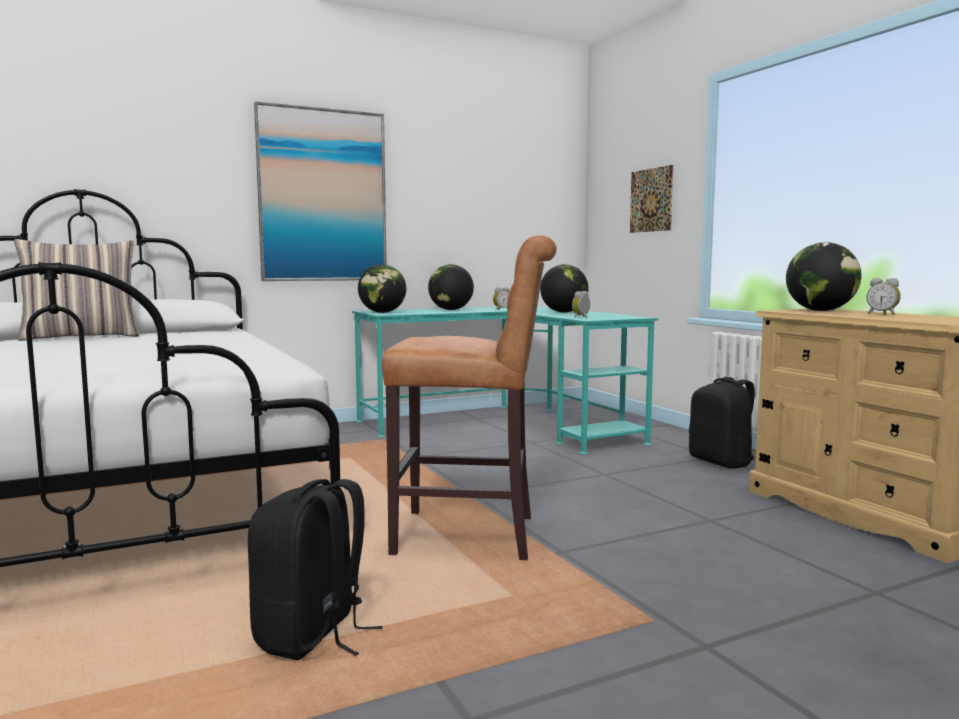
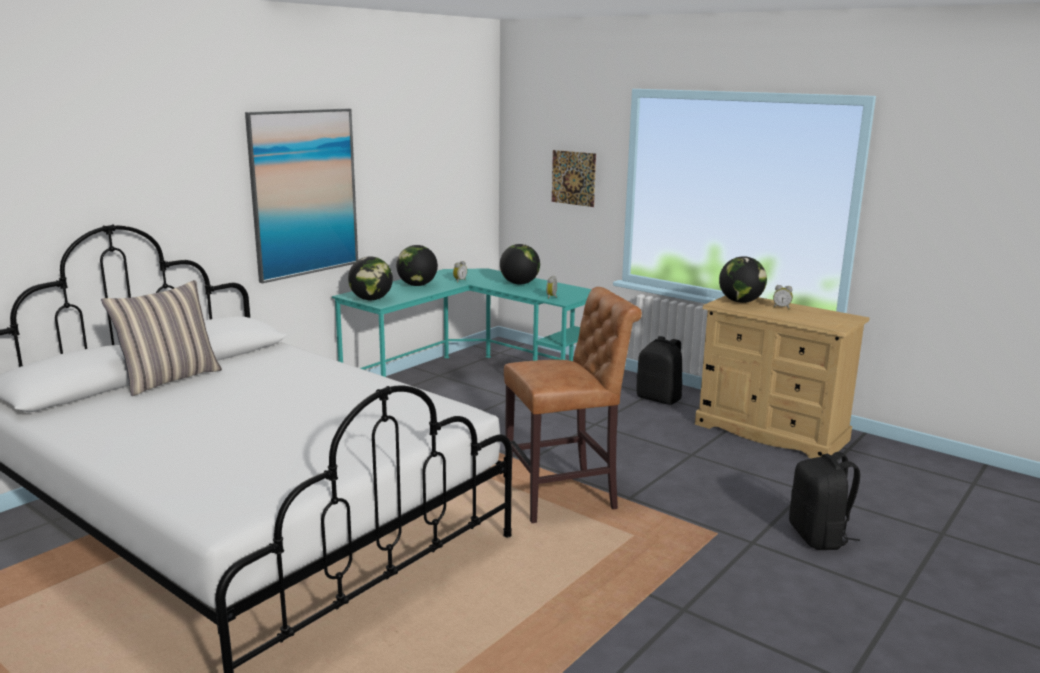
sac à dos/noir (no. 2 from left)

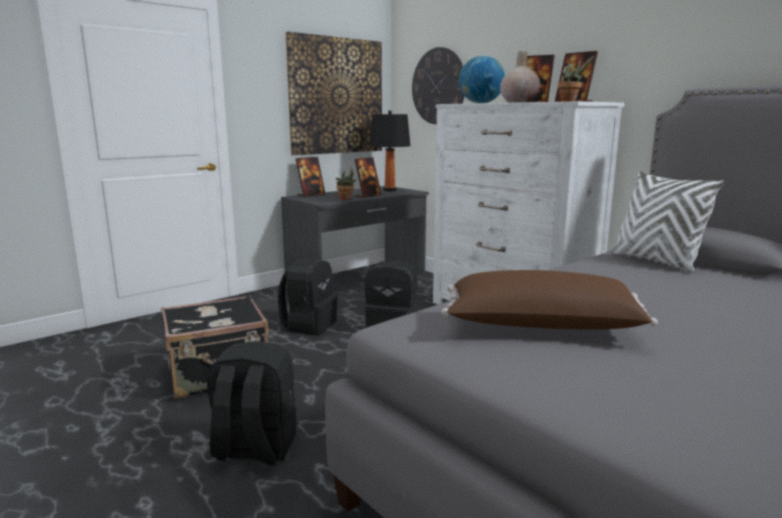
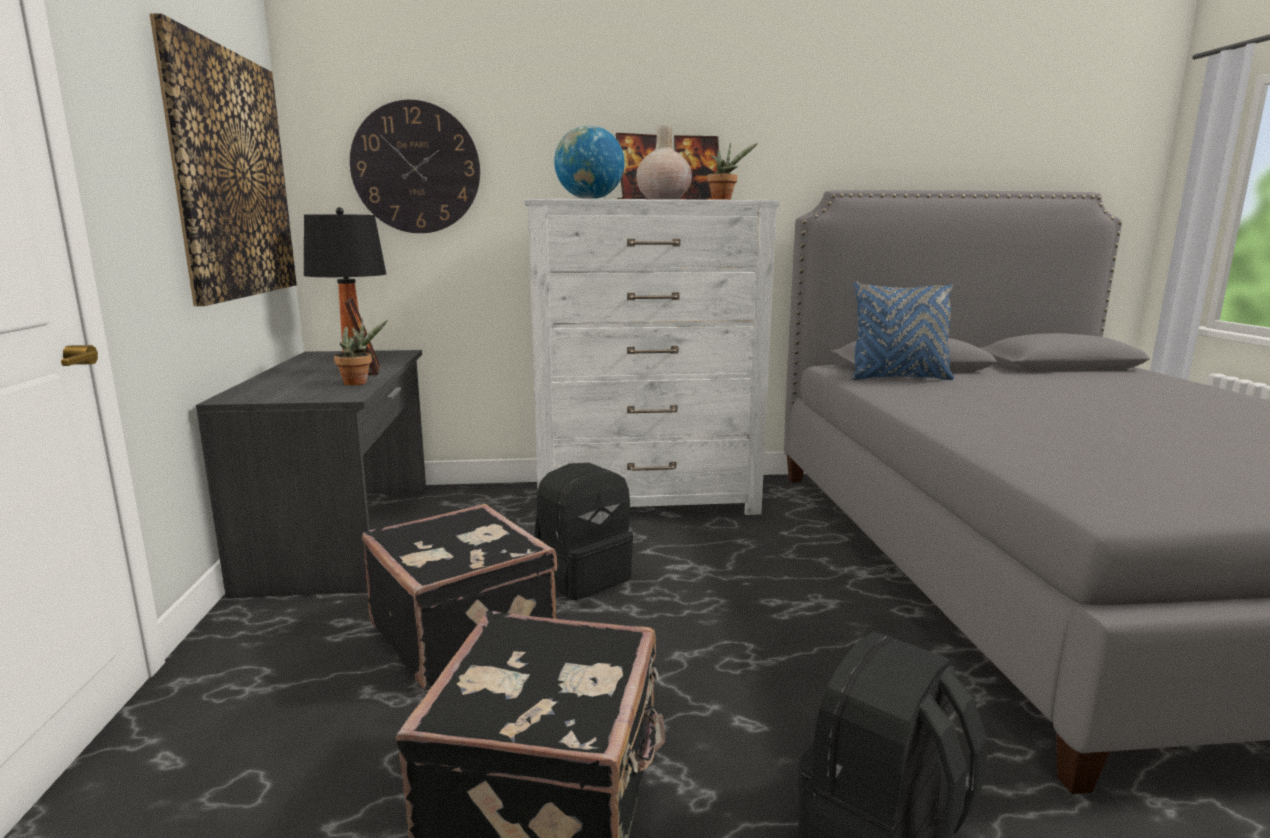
cadre photo (no. 1 from left in the first image)
coussin/bleu
valise/noir (no. 1 from left)
coussin/marron

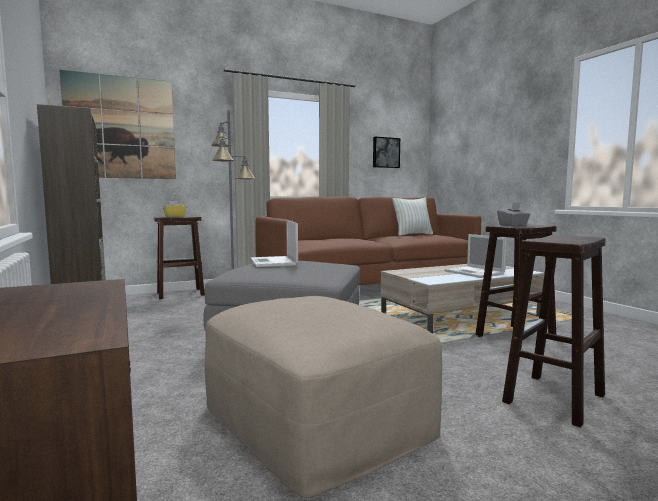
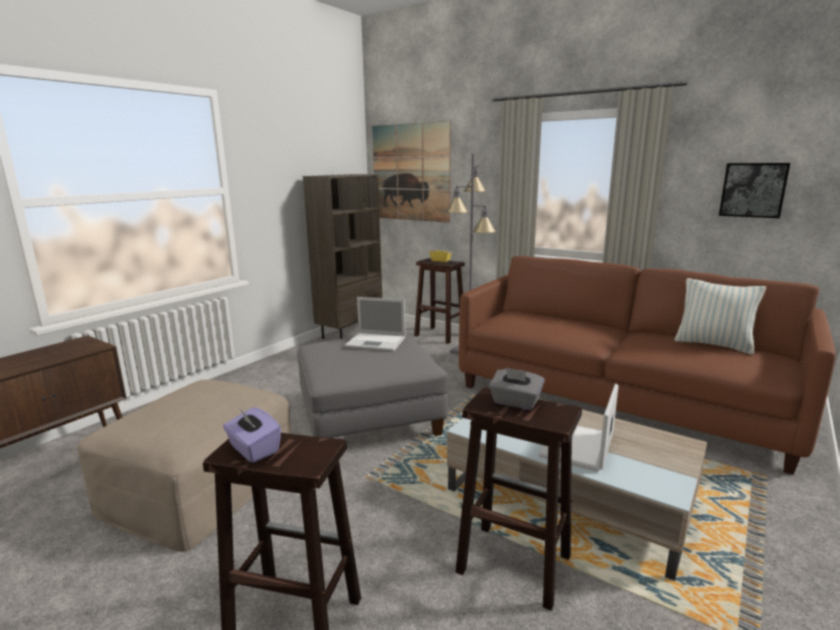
ordinateur portable (no. 1 from left)
boîte à mouchoirs/violet

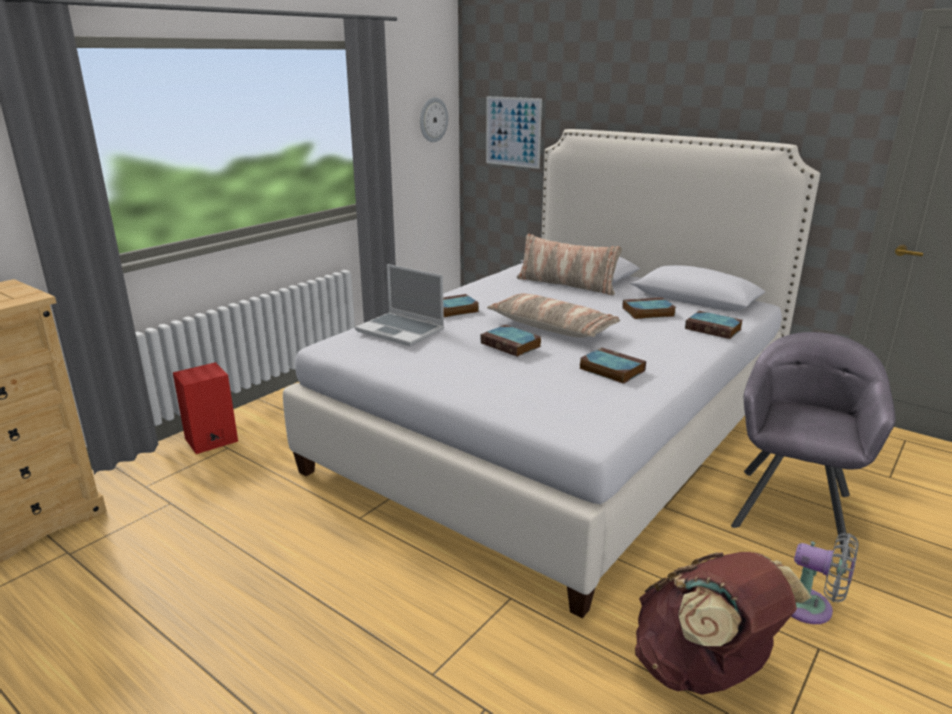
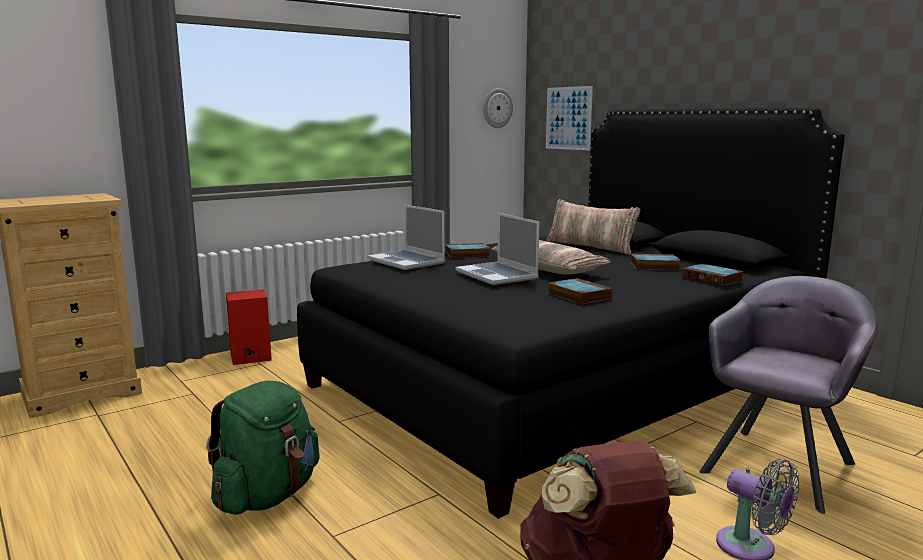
lit/noir
ordinateur portable (no. 2 from left)
sac à dos/vert

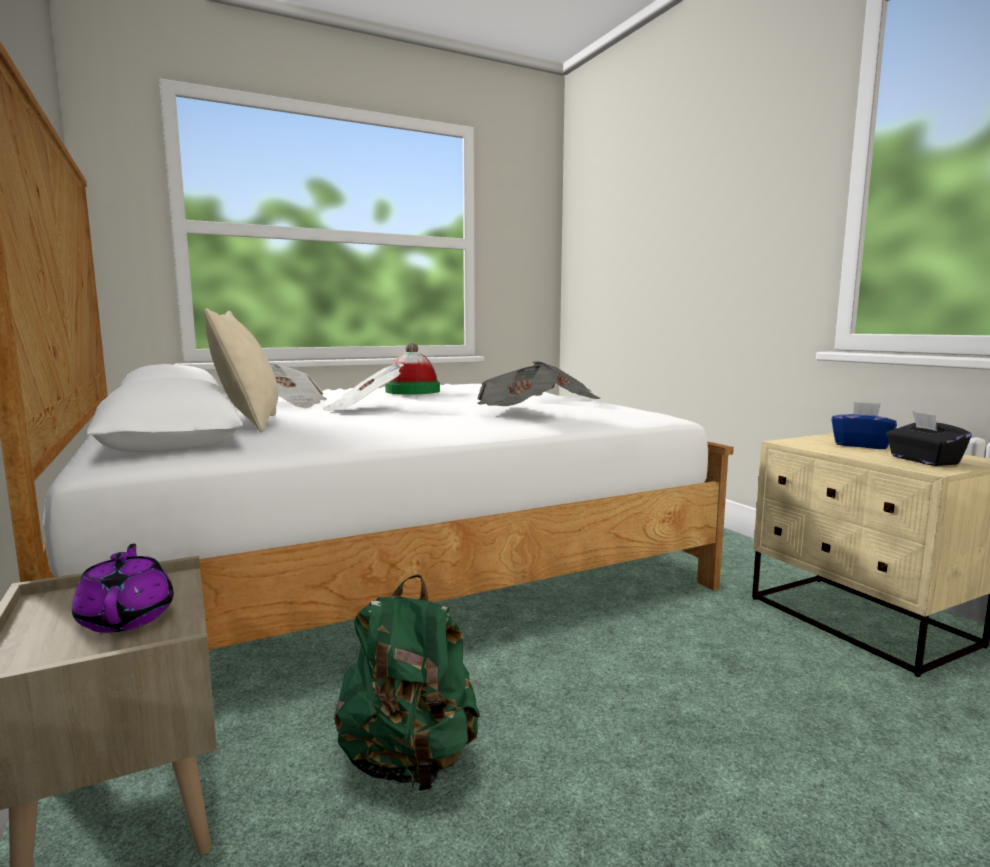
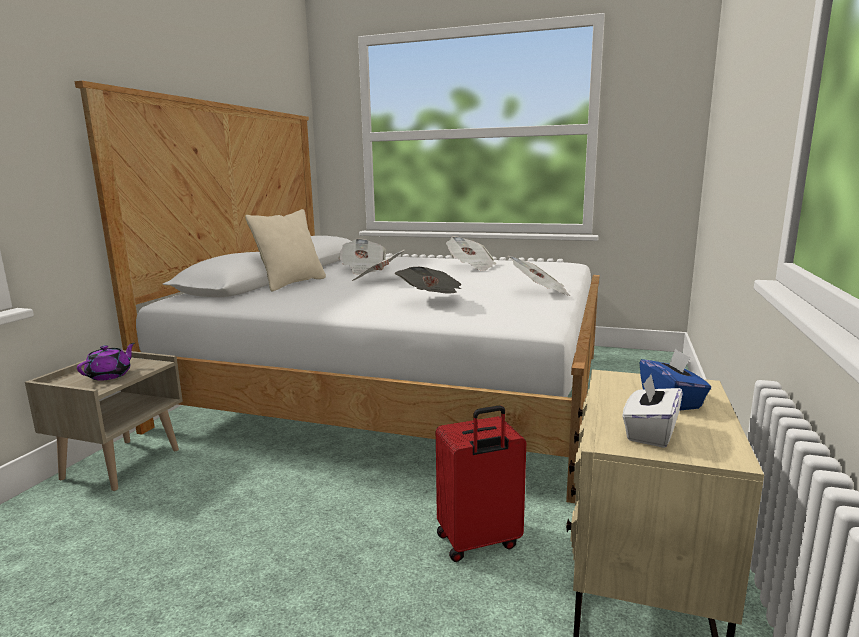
journal (no. 4 from left)
boîte à mouchoirs/blanc
sac à dos/vert
valise/rouge

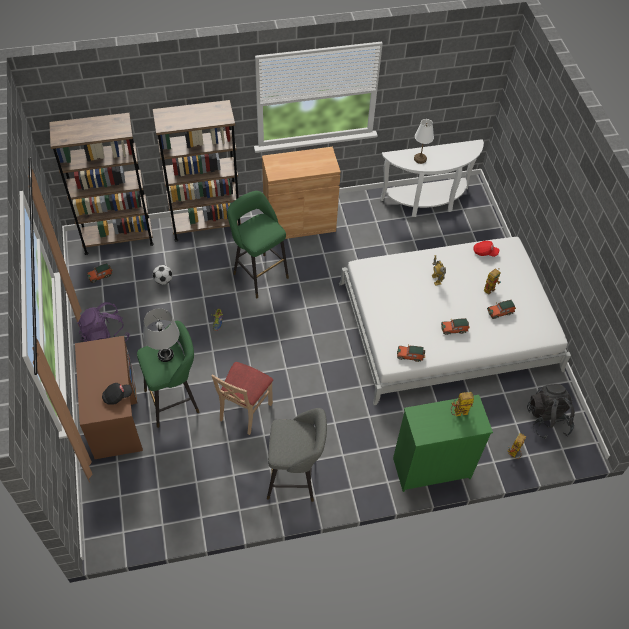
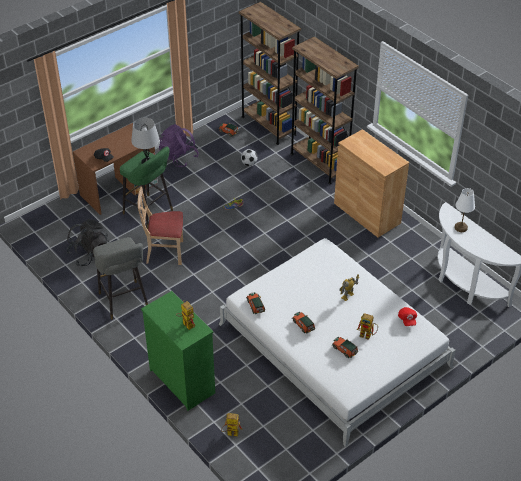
tabouret/vert (no. 2 from left in the first image)
sac à dos/noir

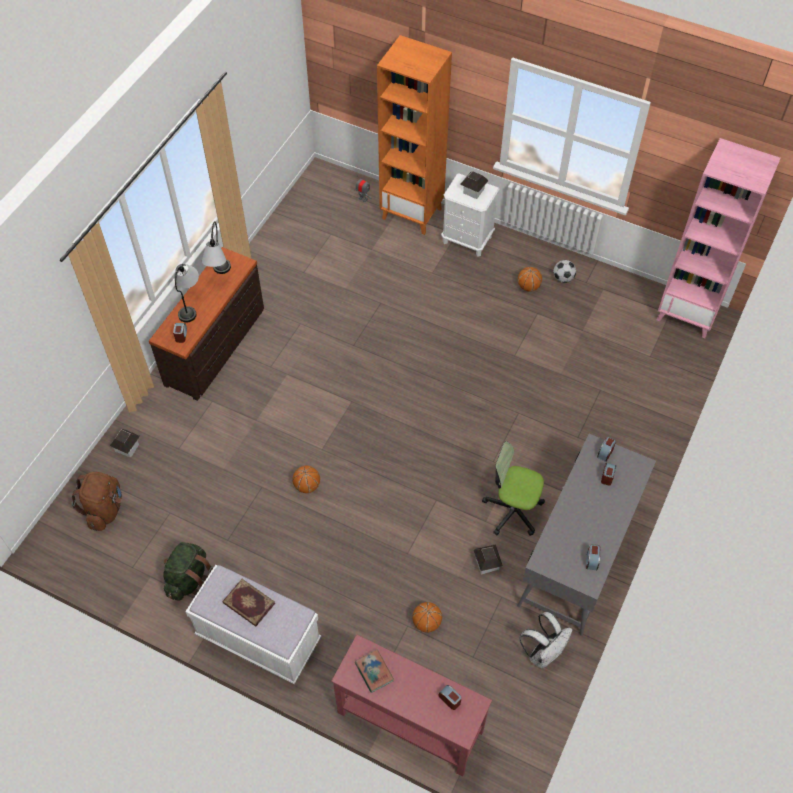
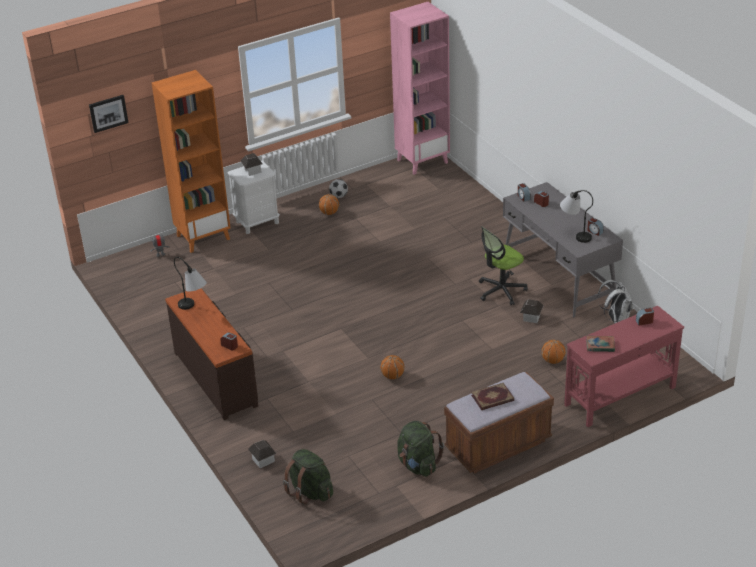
lampe de table (no. 2 from left)
sac à dos/vert (no. 1 from left)
banc/marron
tableau

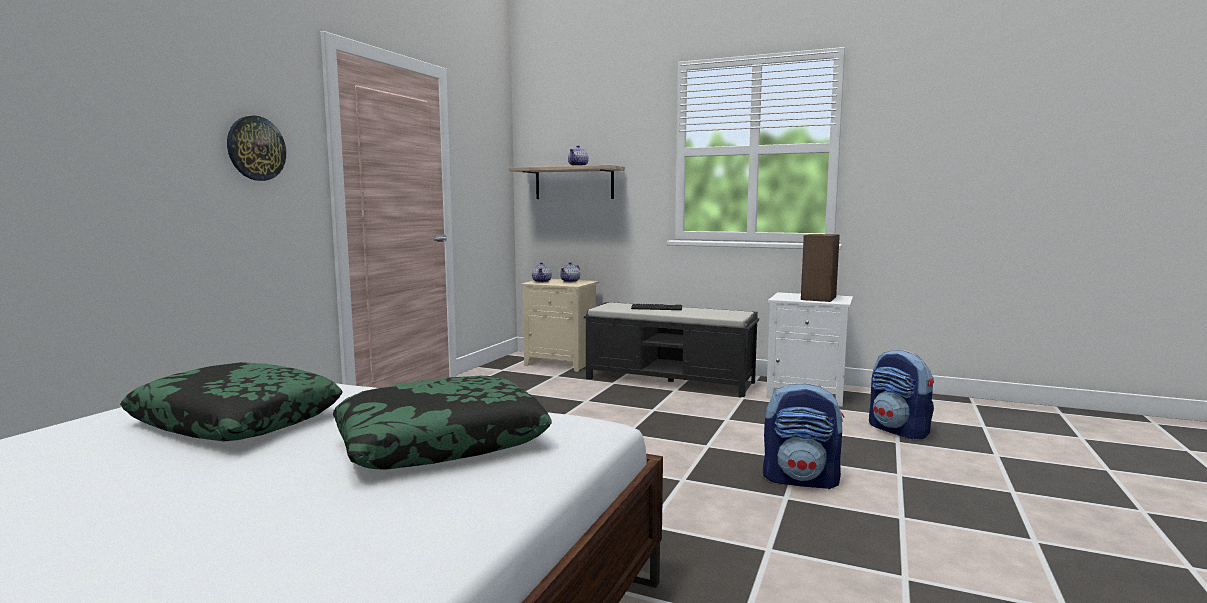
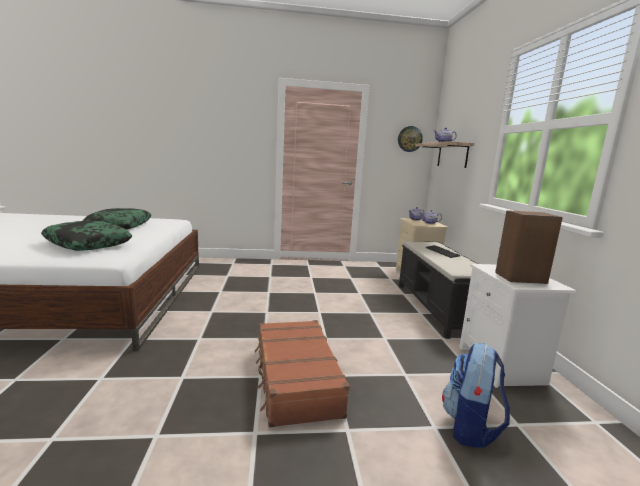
horloge murale
valise/marron

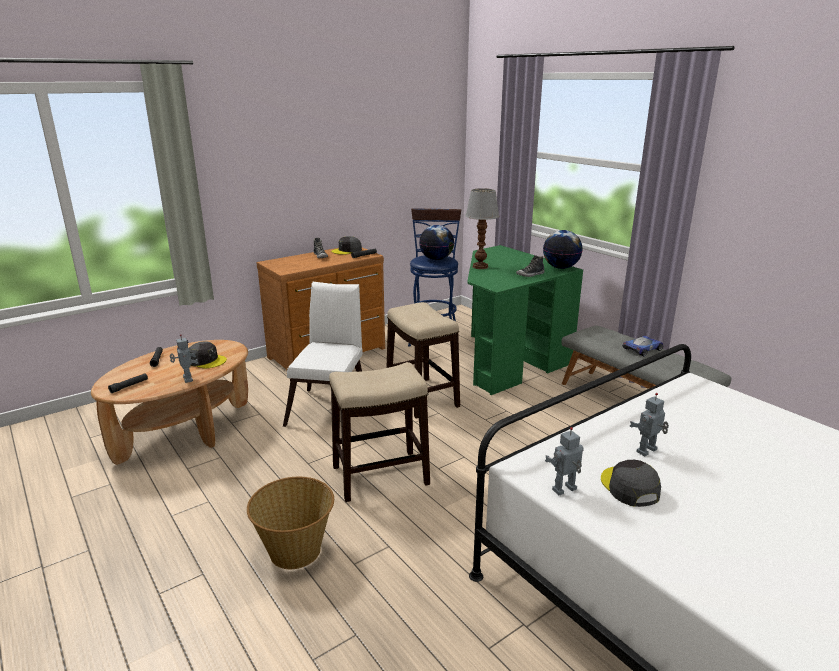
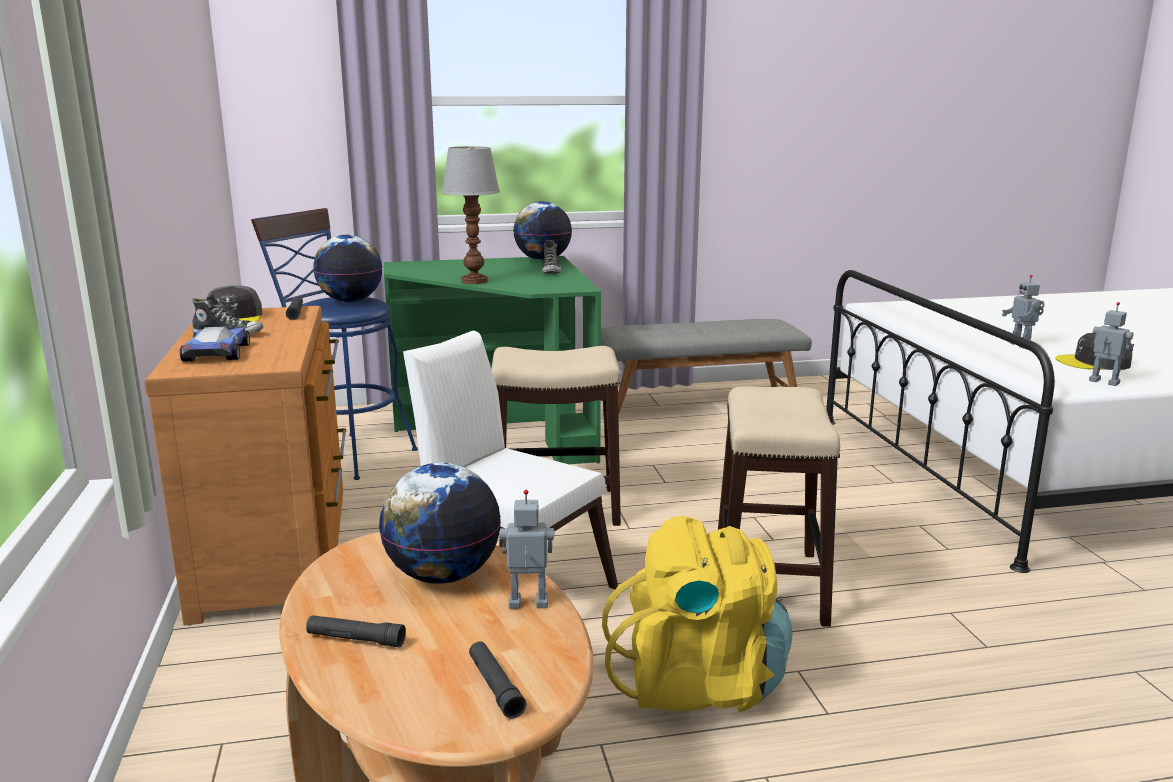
petite voiture
globe (no. 2 from left)
robot jouet (no. 3 from left)
panier
sac à dos/jaune

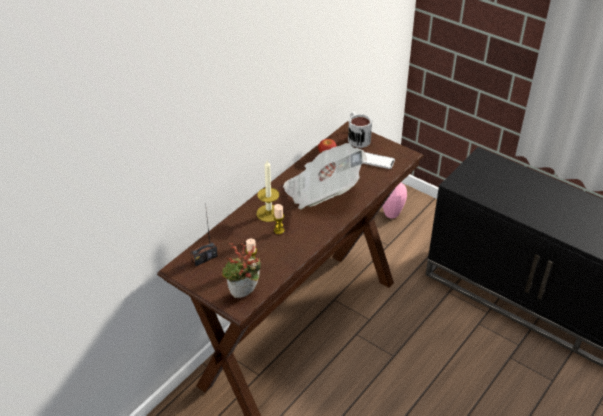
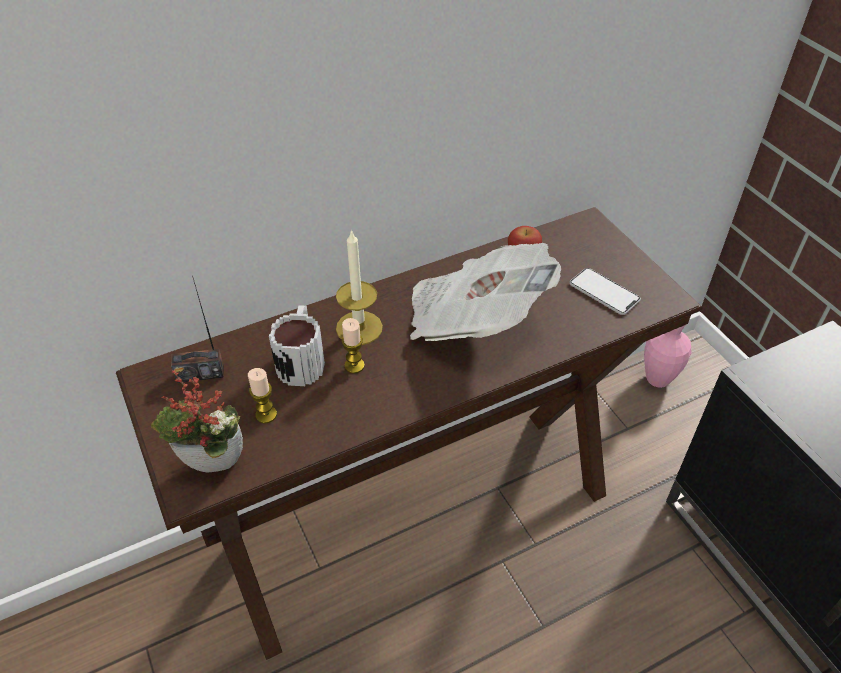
mug

